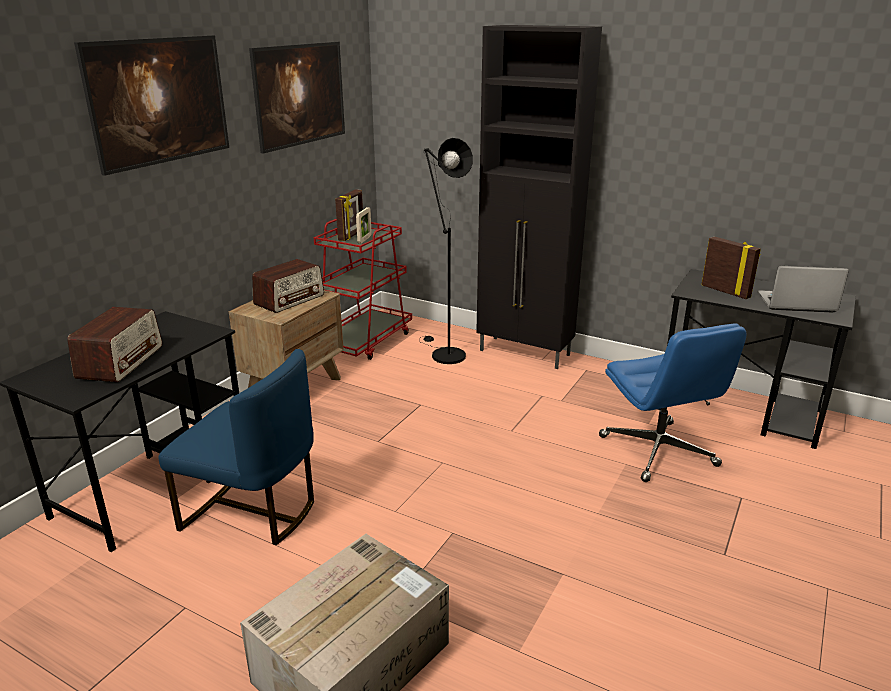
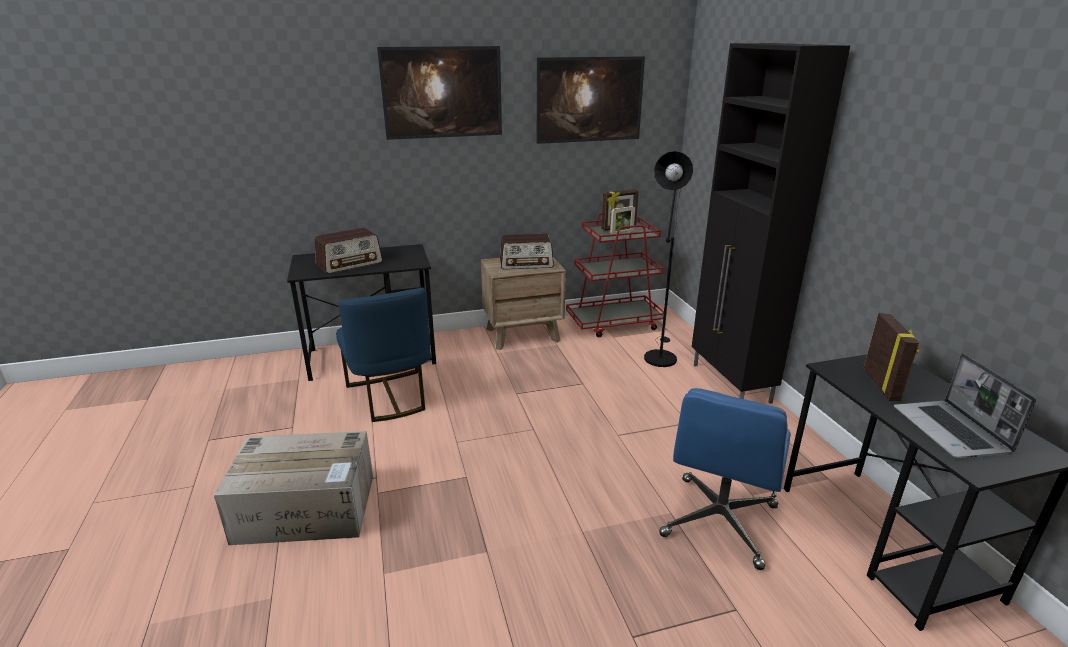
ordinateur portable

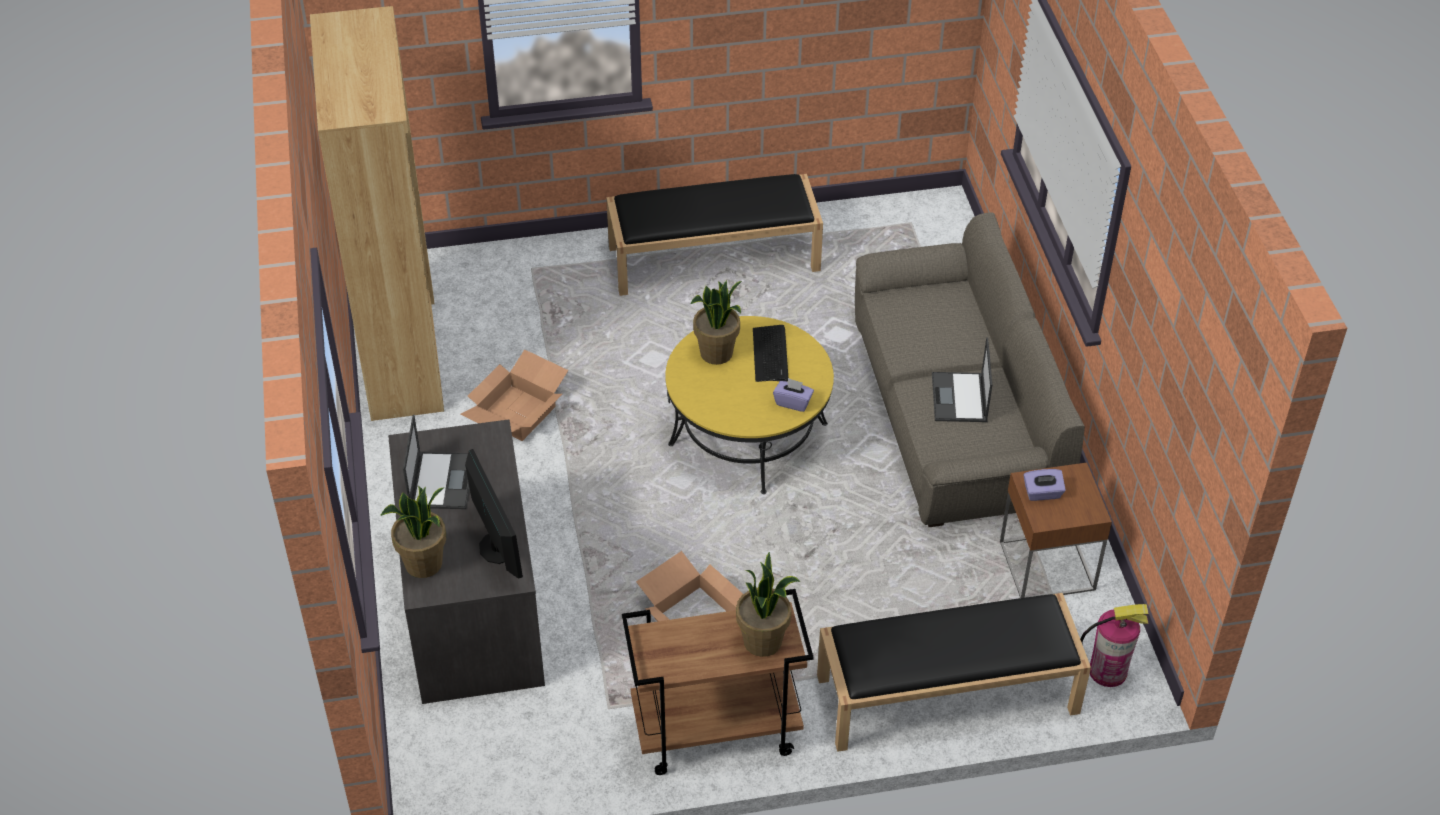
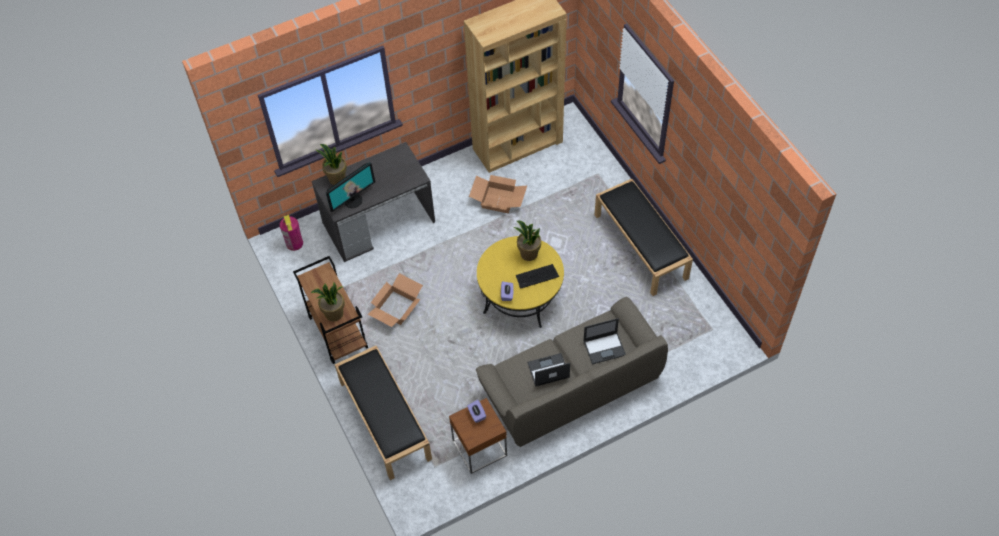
ordinateur portable (no. 2 from left)
extincteur

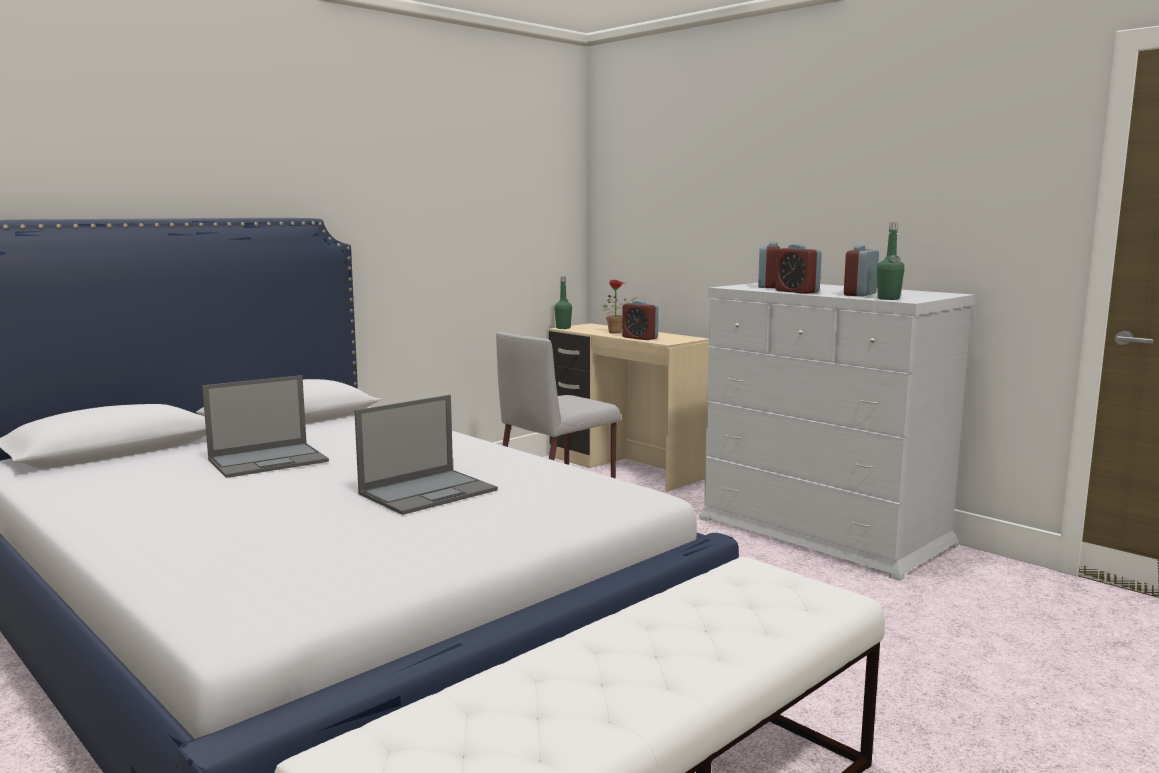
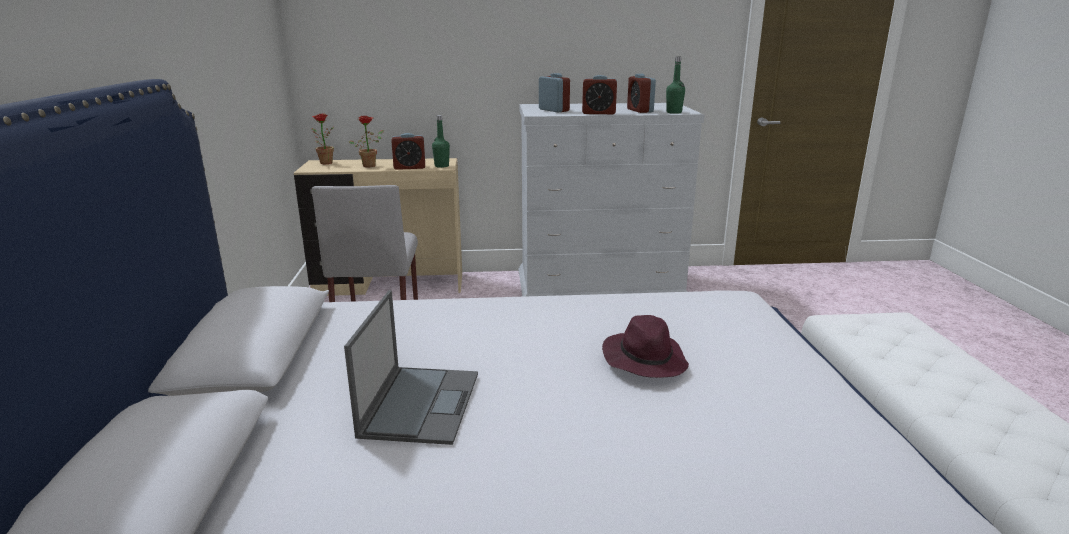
bouteille/vert (no. 1 from left)
chapeau/violet
plante en pot (no. 1 from left)

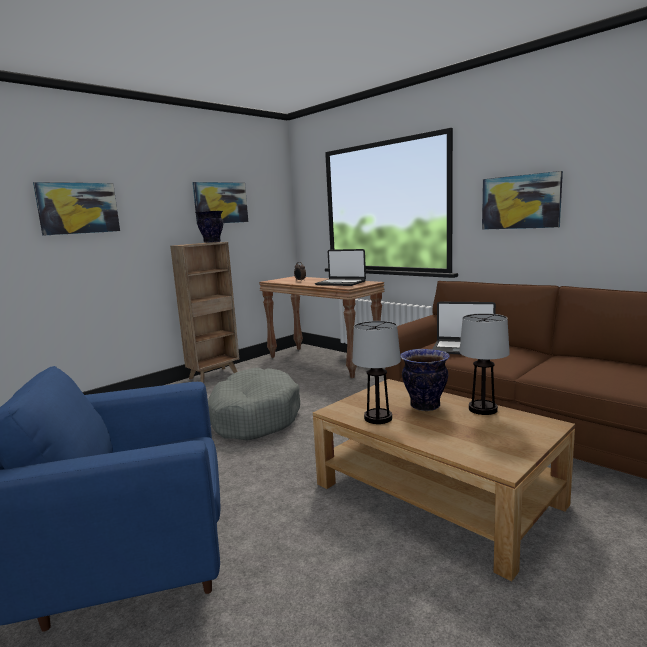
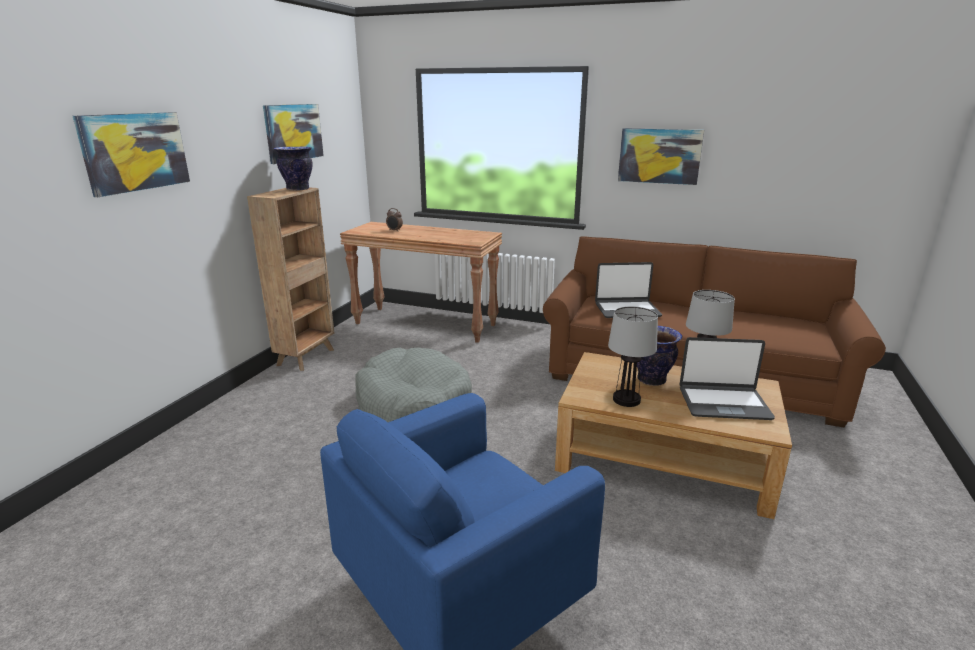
ordinateur portable (no. 2 from left)

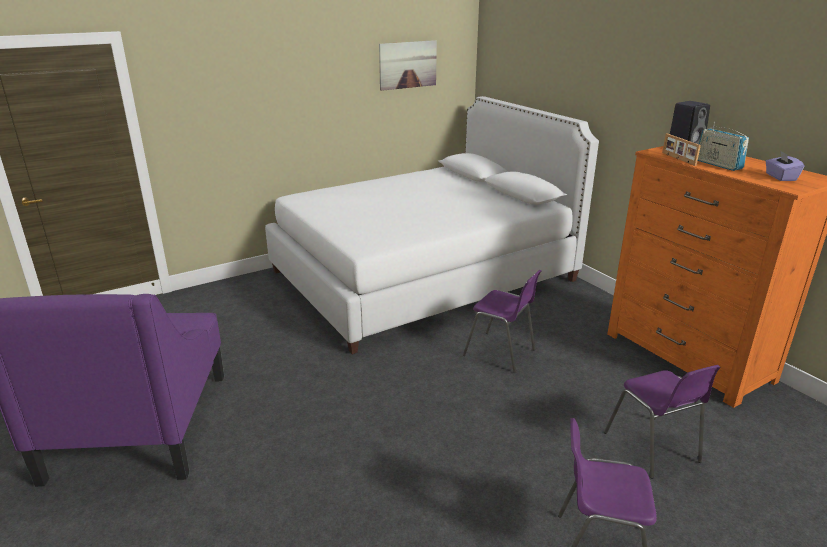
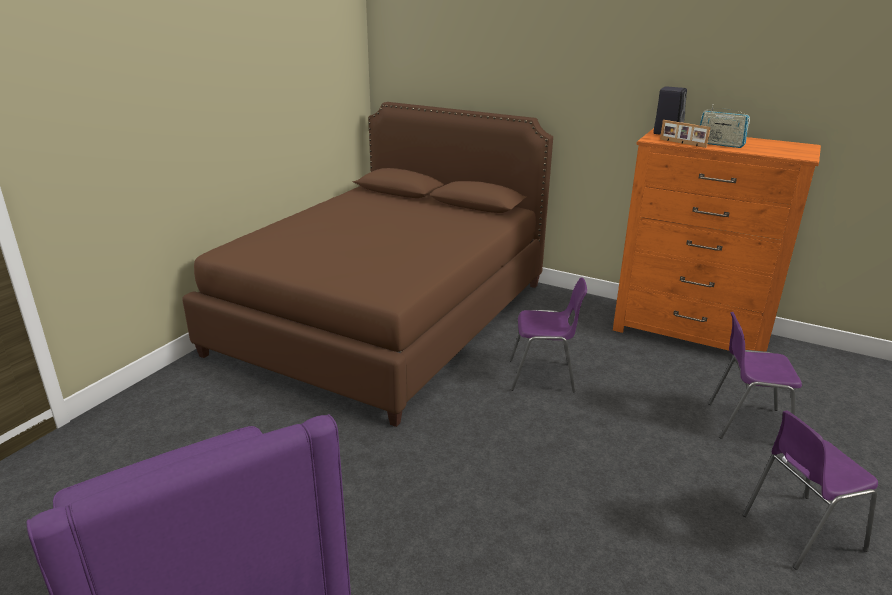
tableau
lit/marron
boîte à mouchoirs/violet
chaise/violet (no. 2 from left)

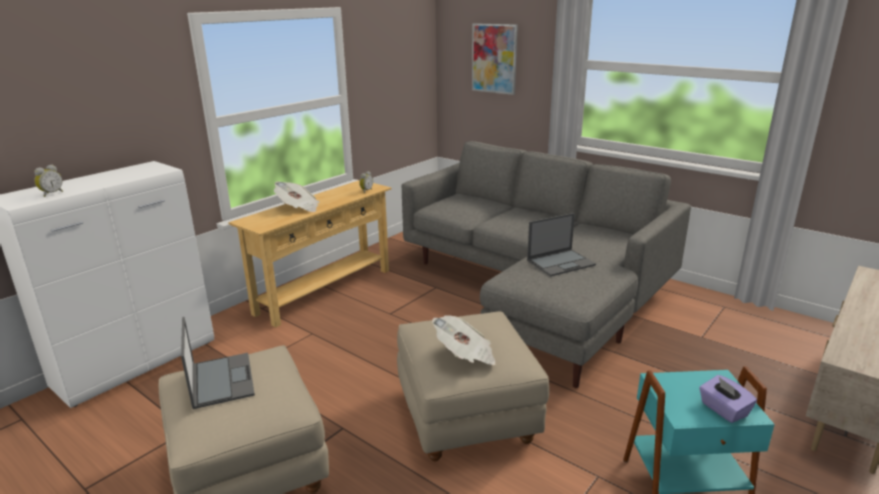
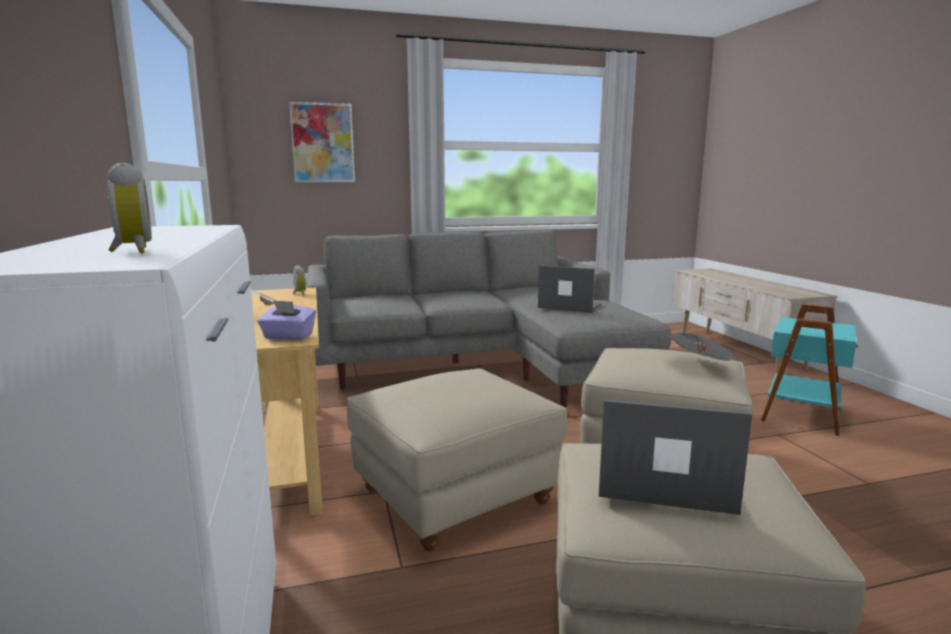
ordinateur portable (no. 1 from left)
boîte à mouchoirs/violet
pouf/beige (no. 1 from left)

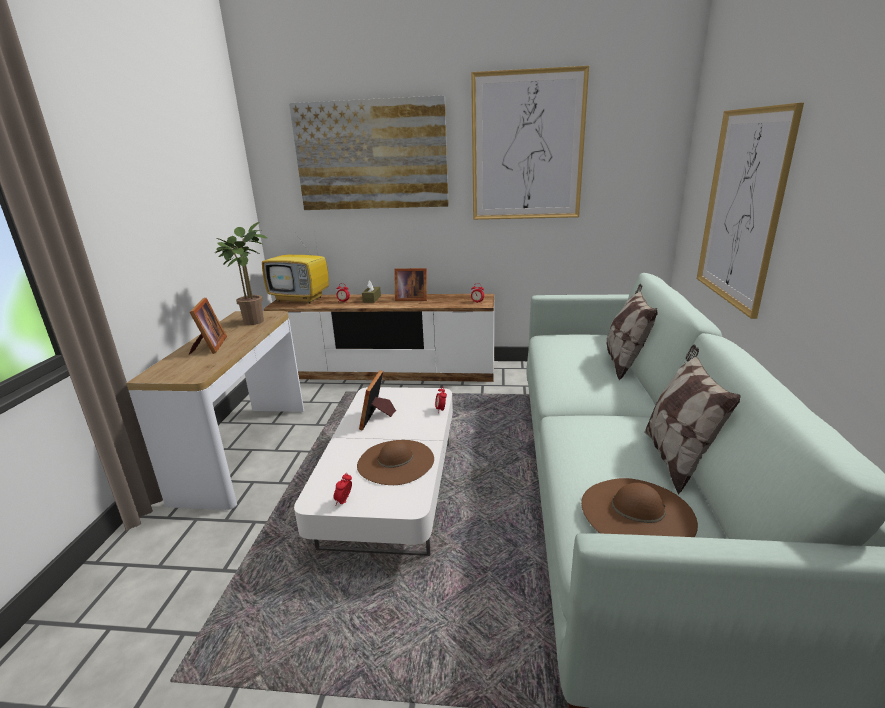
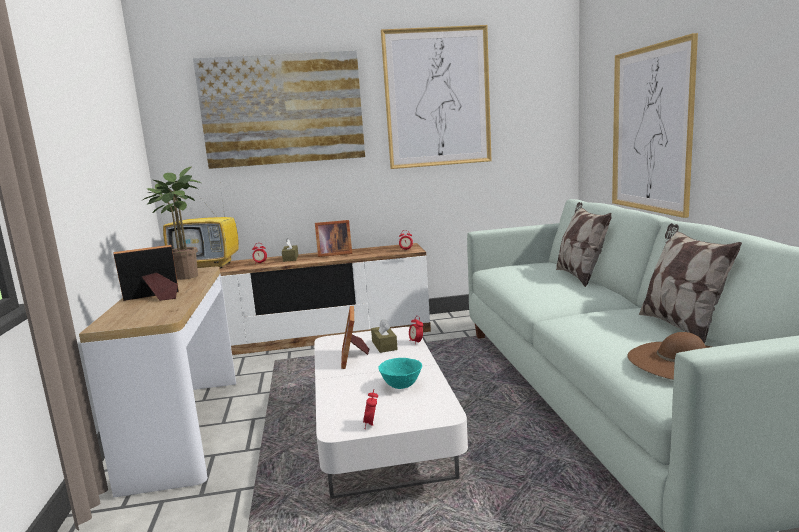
cadre photo (no. 1 from left)
bol/turquoise
boîte à mouchoirs/marron (no. 2 from left)

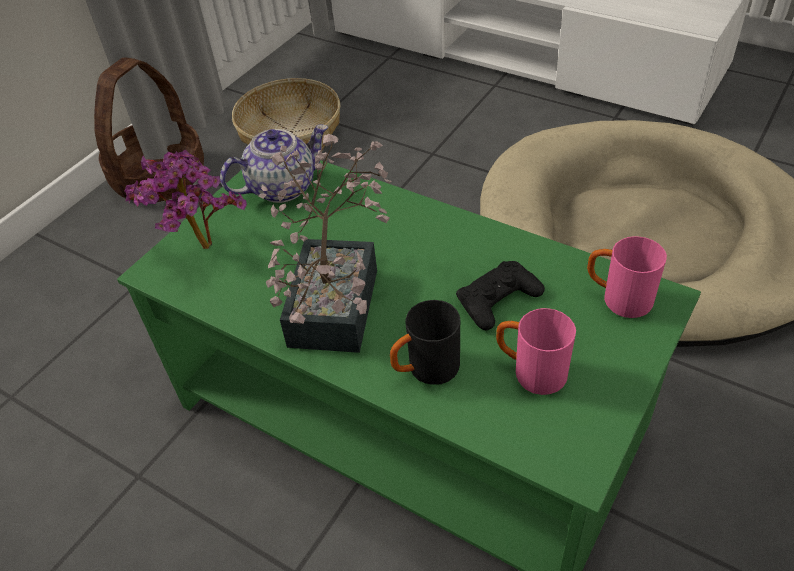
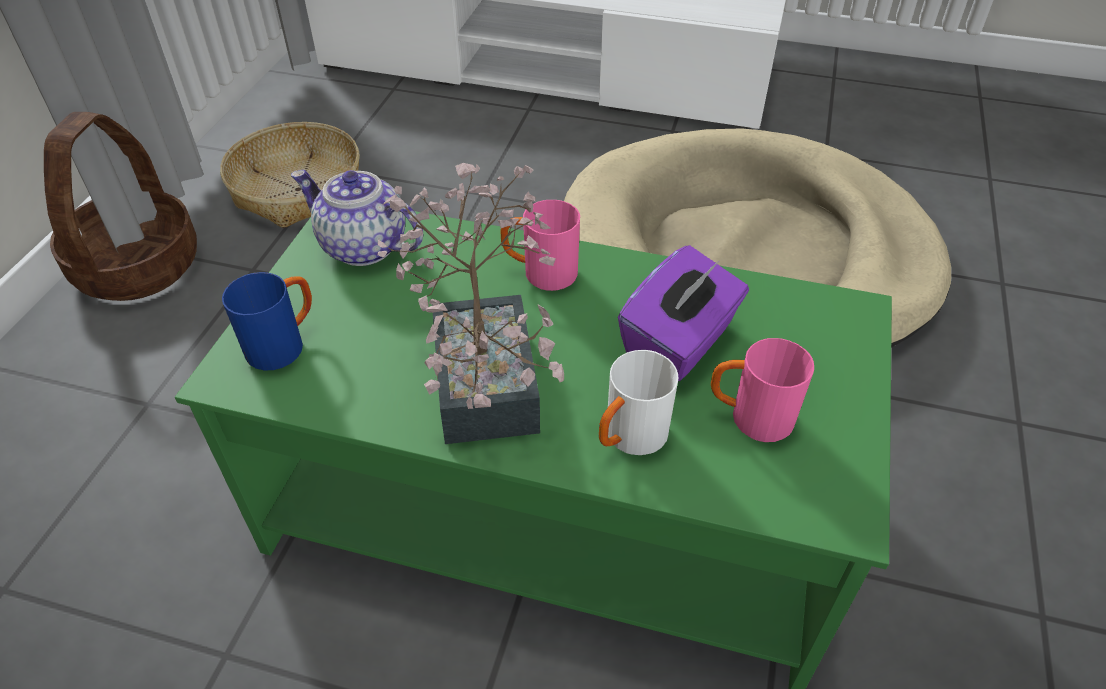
théière
mug/bleu
mug/rose (no. 1 from left)
boîte à mouchoirs/violet
mug/blanc

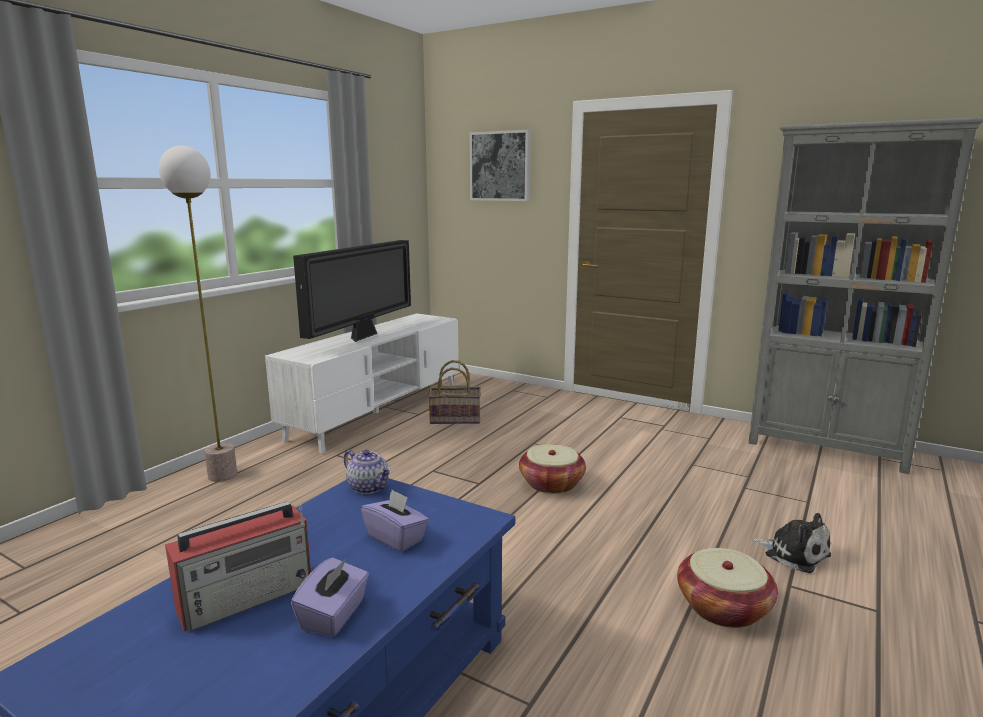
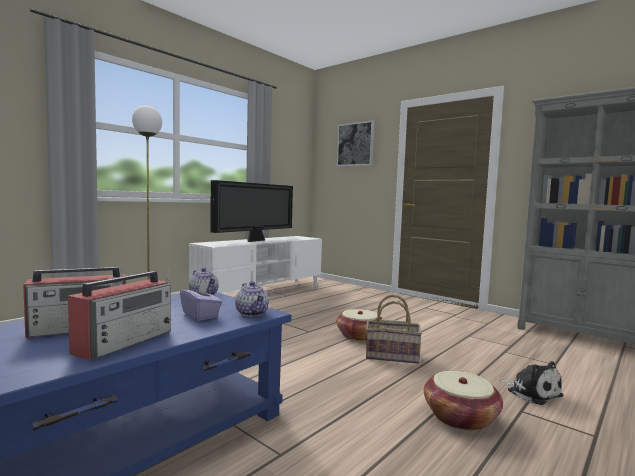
panier (no. 2 from left)
radio (no. 2 from left)
théière (no. 2 from left)

